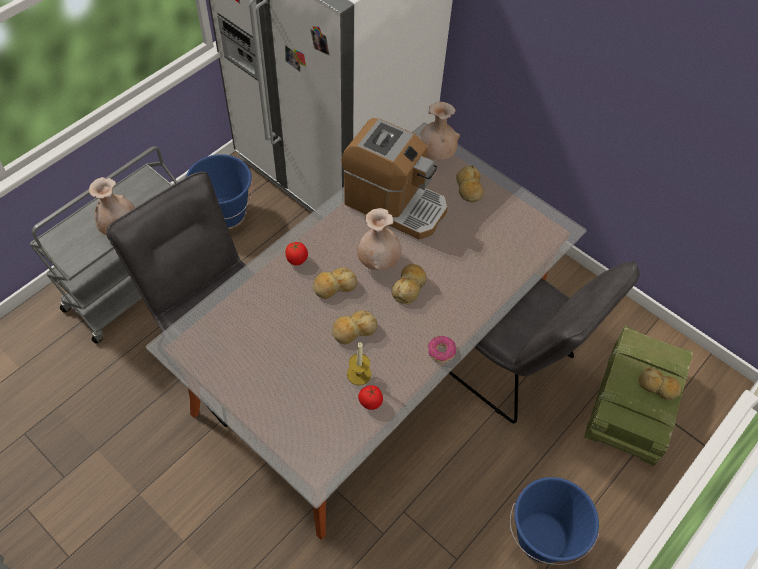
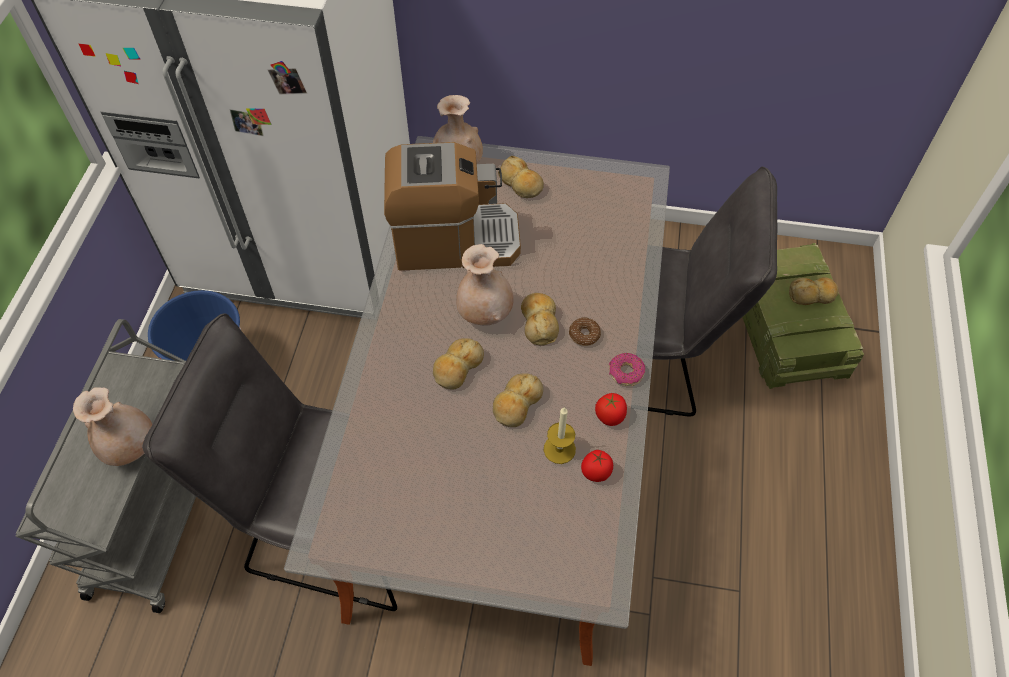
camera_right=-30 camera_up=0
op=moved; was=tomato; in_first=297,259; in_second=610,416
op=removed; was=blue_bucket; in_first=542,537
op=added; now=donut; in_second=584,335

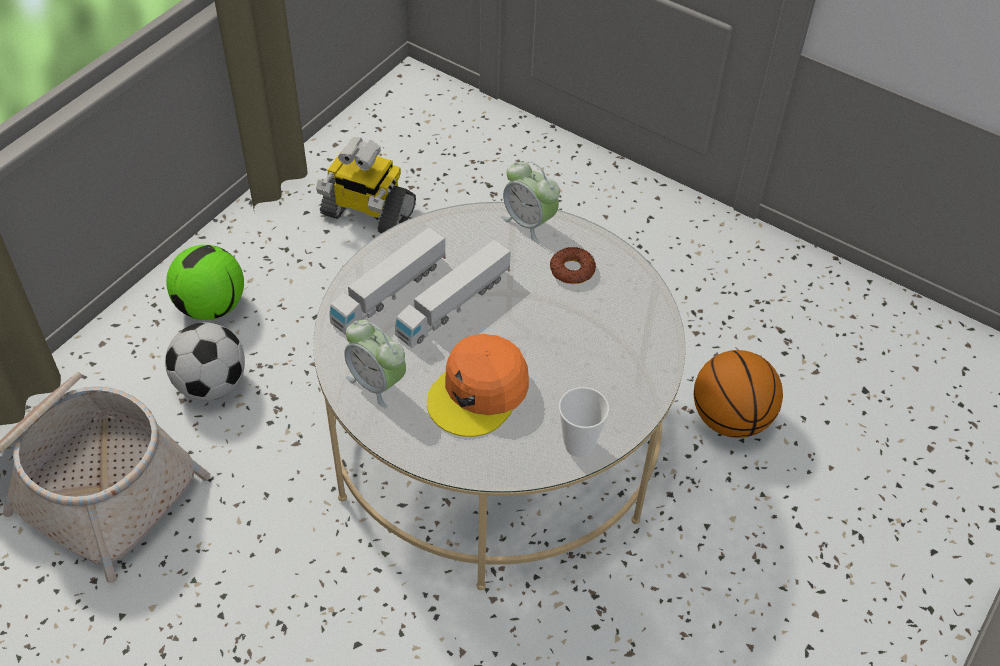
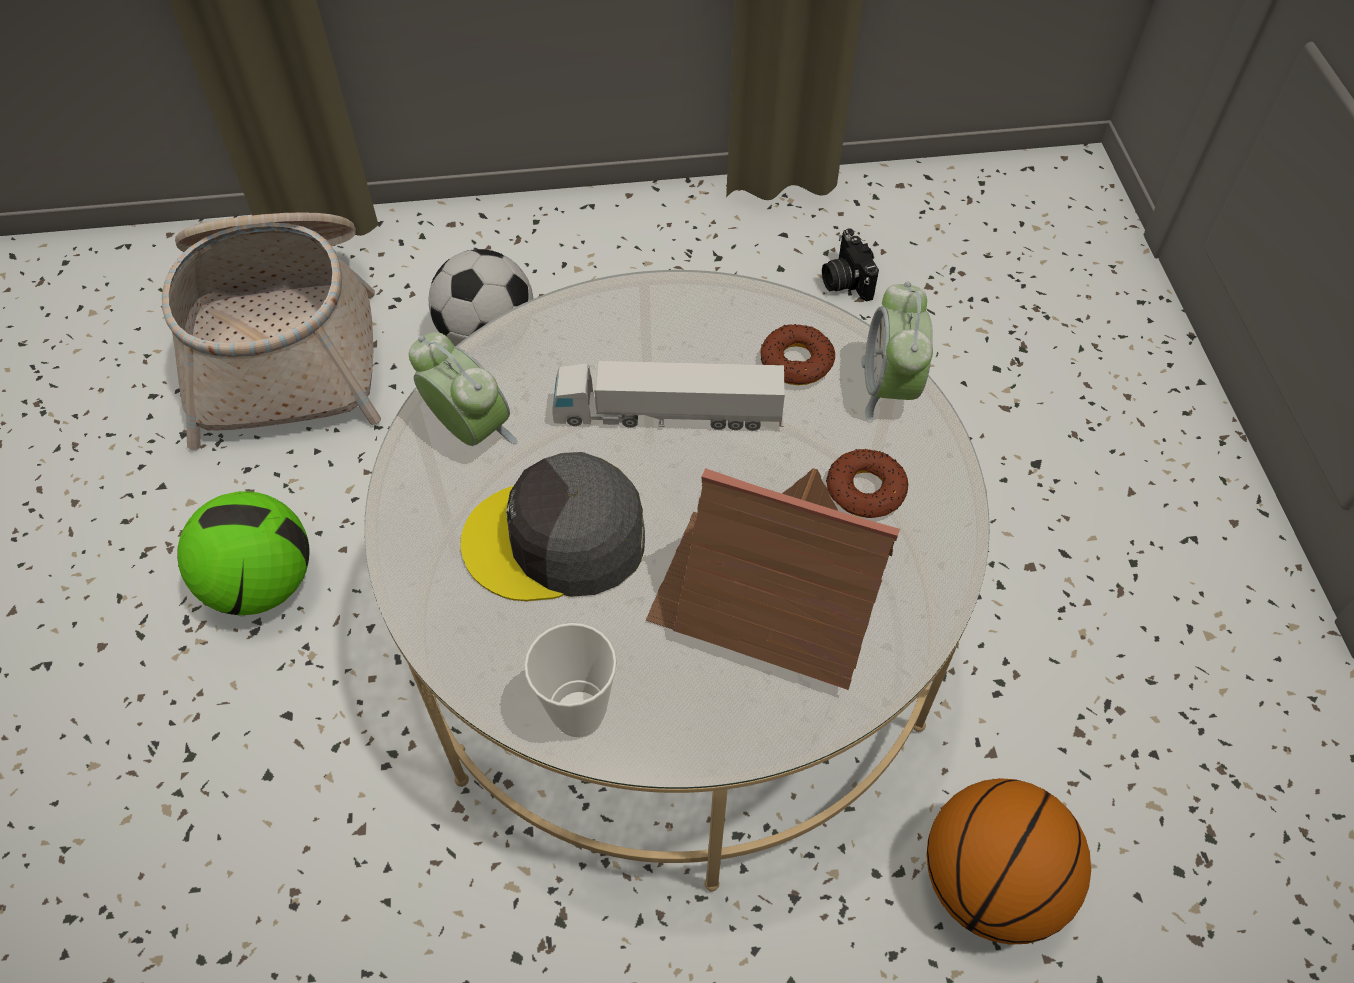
camera_right=50 camera_up=5
op=replaced; was=toy_robot; now=photo_camera; in_first=367,213; in_second=845,280
op=removed; was=toy_truck; in_first=389,292
op=moved; was=football; in_first=211,306; in_second=263,584
op=turned; was=alarm_clock; in_first=377,383; in_second=470,431; clockwise=135
op=recoloured; was=orange_cap; now=grey_cap; in_first=479,392; in_second=557,539
op=added; now=donut; in_second=796,361
op=added; now=toy_house; in_second=770,598

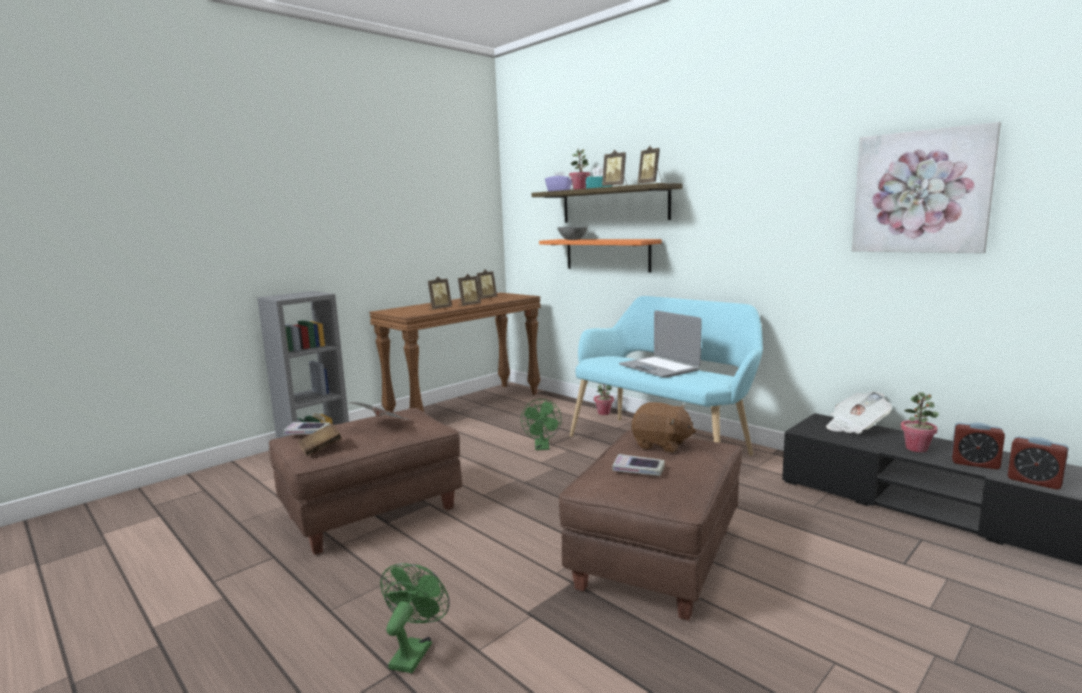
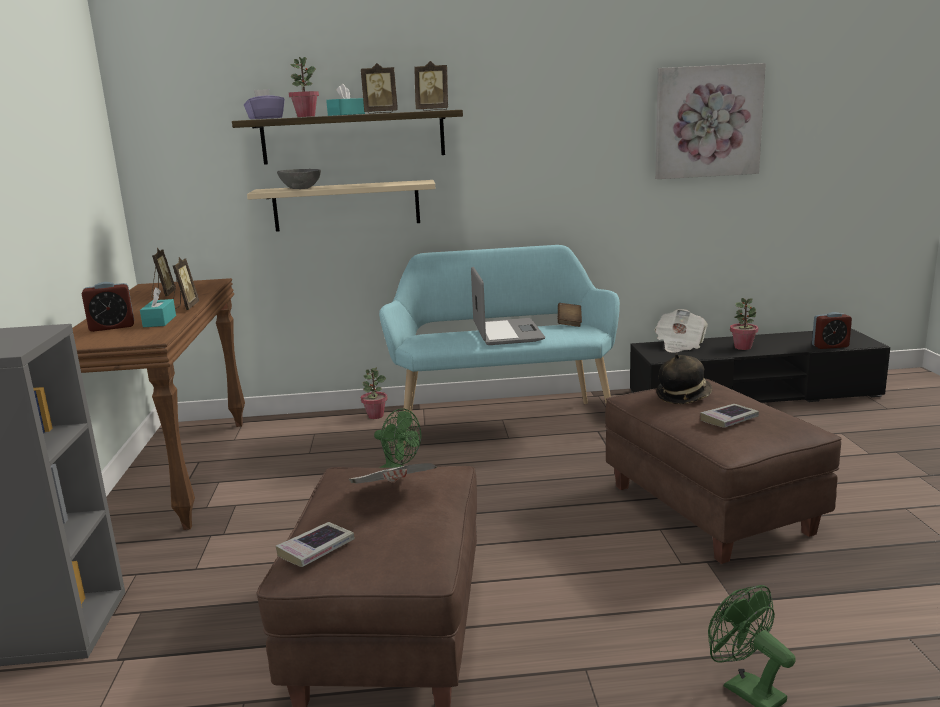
camera_right=-50 camera_up=5
op=recoloured; was=orange_shelf; now=beige_shelf; in_first=607,254; in_second=346,205
op=replaced; was=picture_frame; now=turquoise_tissue_box; in_first=439,309; in_second=159,321
op=turned; was=laptop; in_first=659,368; in_second=506,333; clockwise=-105
op=replaced; was=brown_plush_toy; now=hat; in_first=661,445; in_second=683,396
op=moved; was=alarm_clock; in_first=975,463; in_second=112,327
op=moved; was=brown_book; in_first=321,449; in_second=569,323

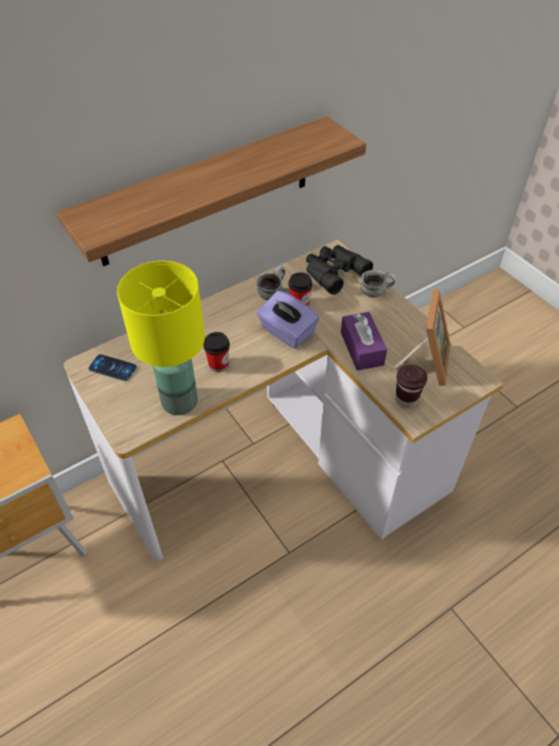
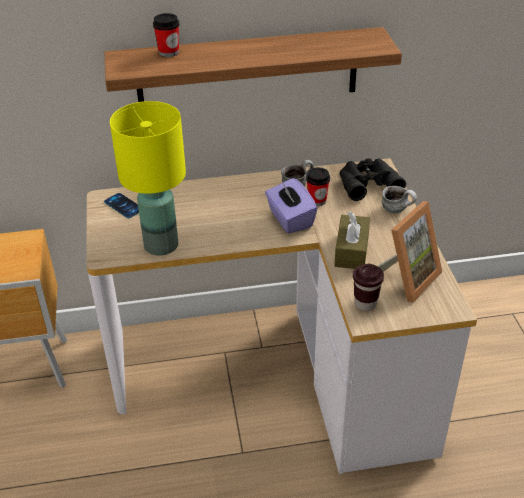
camera_right=25 camera_up=-10
op=recoloured; was=purple_tissue_box; now=brown_tissue_box; in_first=362,348; in_second=351,251
op=moved; was=cup; in_first=218,364; in_second=168,52

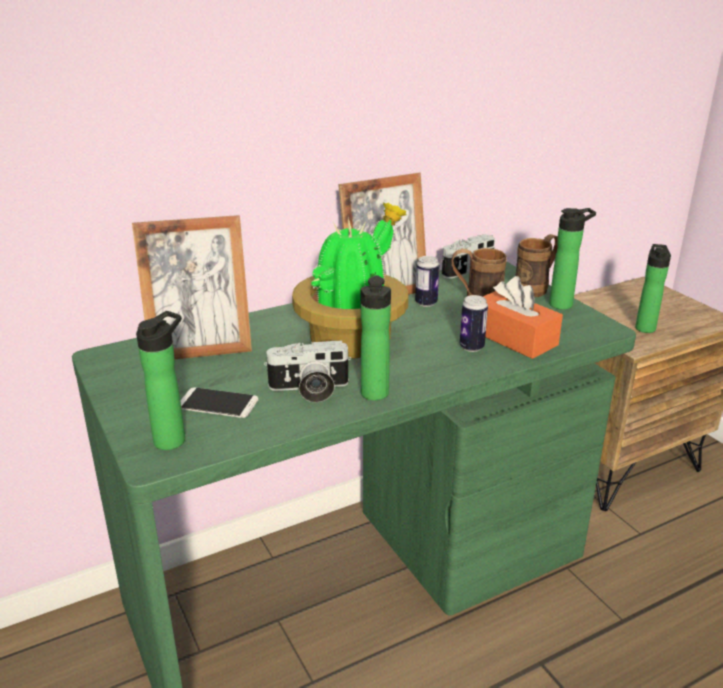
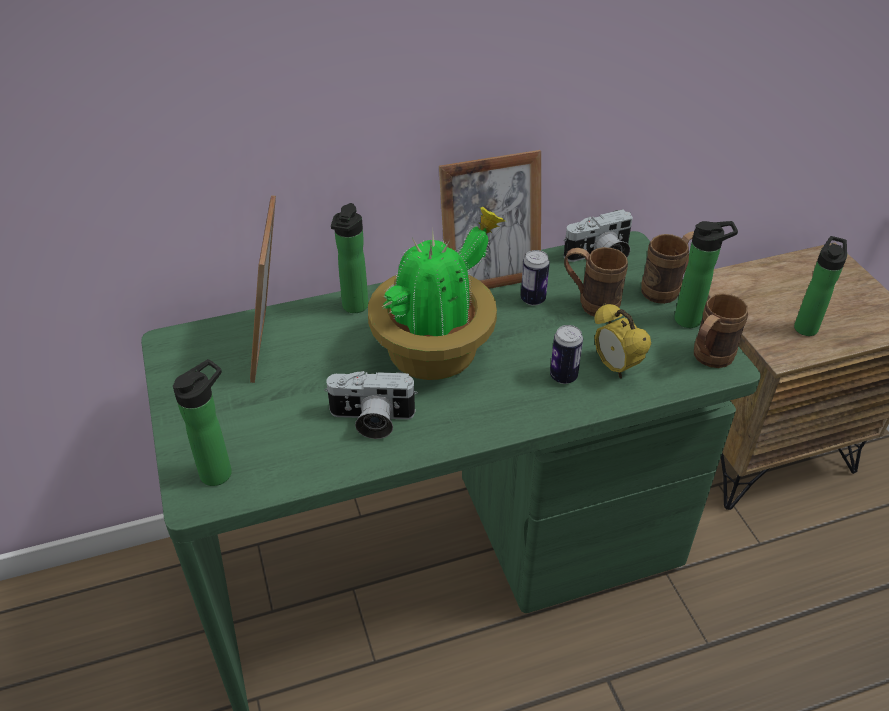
camera_right=10 camera_up=15
op=turned; was=picture_frame; in_first=201,350; in_second=272,345; clockwise=90
op=moved; was=bottle; in_first=374,396; in_second=354,308
op=replaced; was=orange_tissue_box; now=alarm_clock; in_first=513,338; in_second=615,367
op=removed; was=phone; in_first=218,404
op=added; now=brown_mug; in_second=707,360

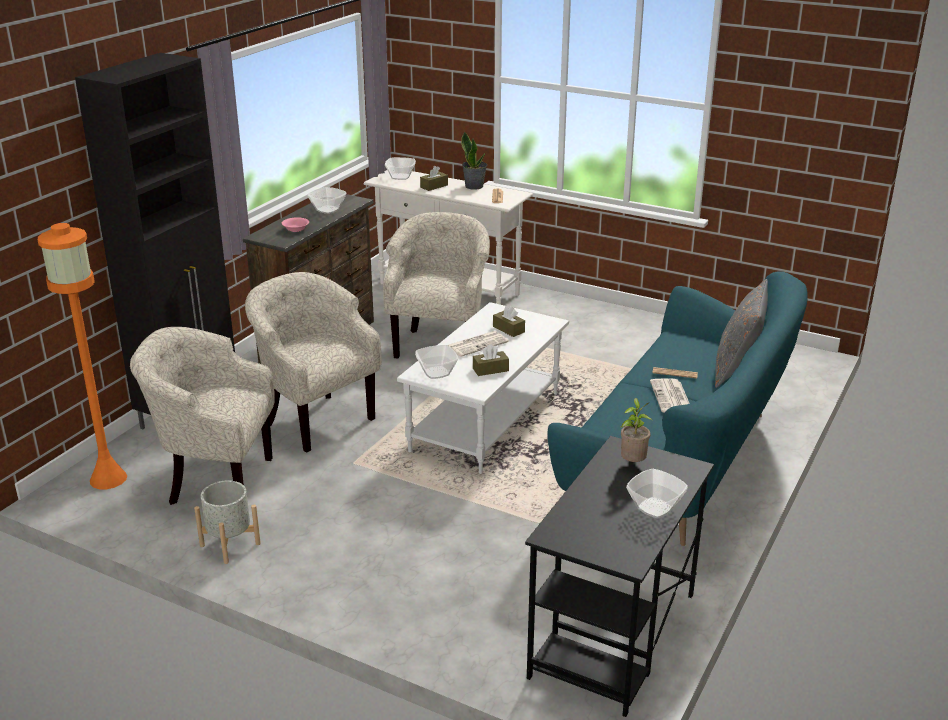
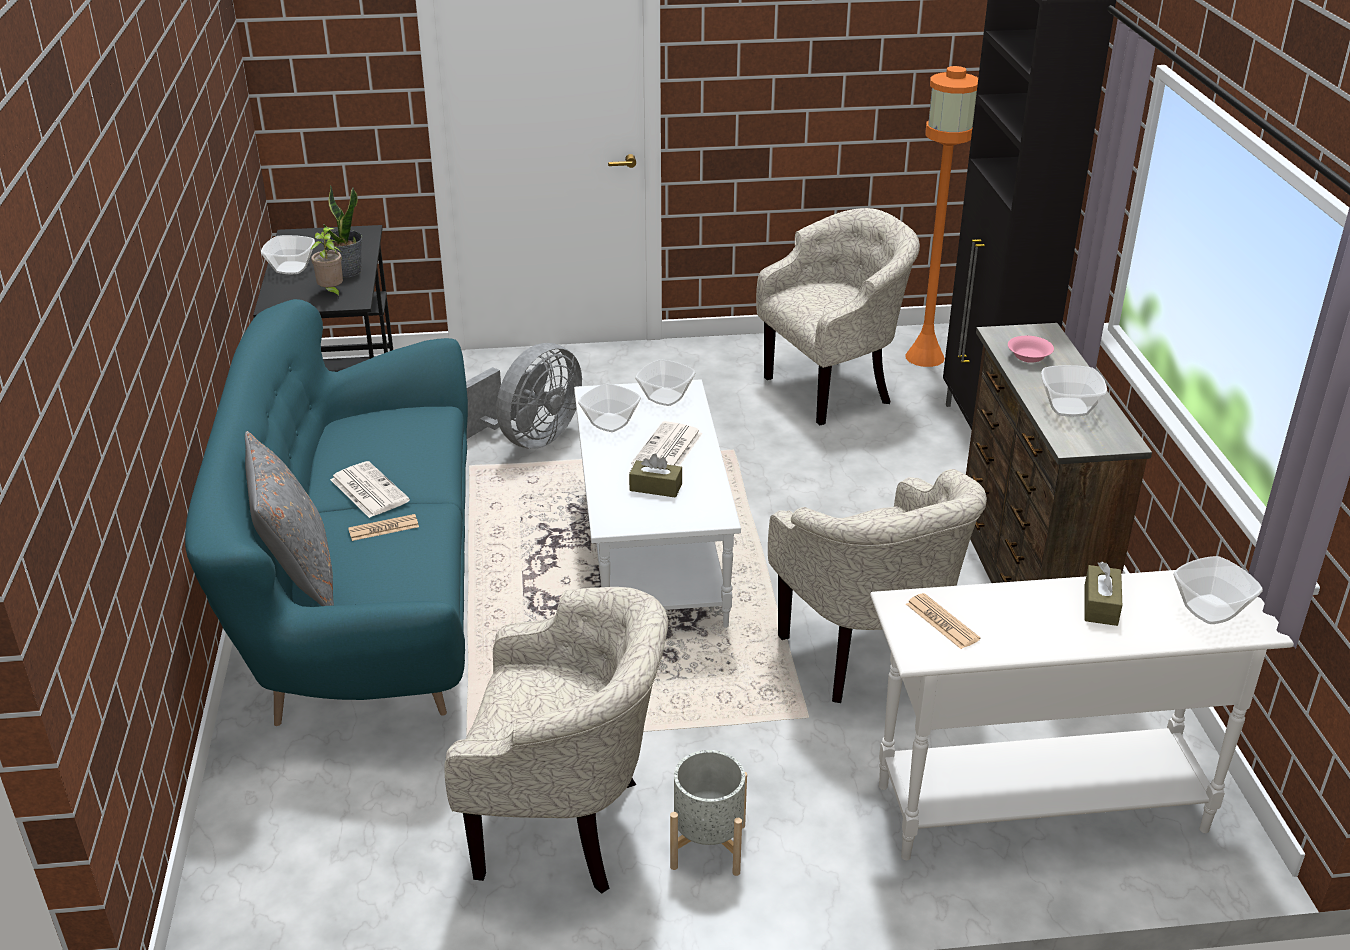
camera_right=145 camera_up=5
op=moved; was=potted_plant; in_first=474,186; in_second=346,271
op=moved; was=beige_armchair; in_first=315,420; in_second=569,827
op=replaced; was=brown_tissue_box; now=bowl; in_first=490,369; in_second=610,422
op=moved; was=grey_planter; in_first=230,544; in_second=708,846
op=added; now=grey_fan; in_second=529,439

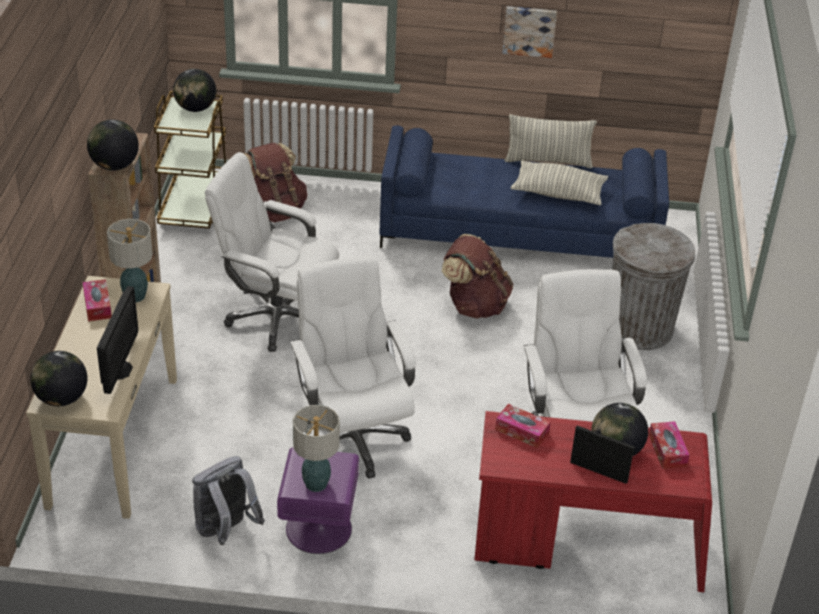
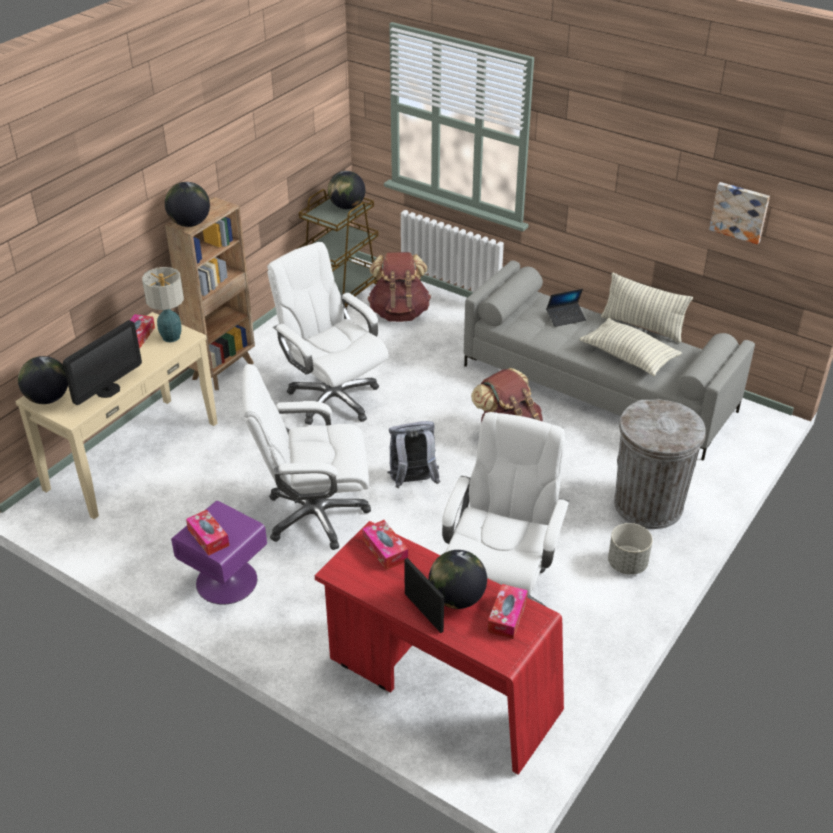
camera_right=30 camera_up=0
op=moved; was=picture; in_first=529,30; in_second=740,211
op=recoloured; was=blue_sofa; now=grey_sofa; in_first=520,233; in_second=599,388
op=turned; was=white_office_chair; in_first=352,437; in_second=314,515; clockwise=-105
op=replaced; was=table_lamp; now=tissue_box; in_first=315,484; in_second=208,537
op=moved; was=grey_backpack; in_first=225,531; in_second=412,482
op=added; now=laptop; in_second=565,317
op=added; now=grey_planter; in_second=627,563

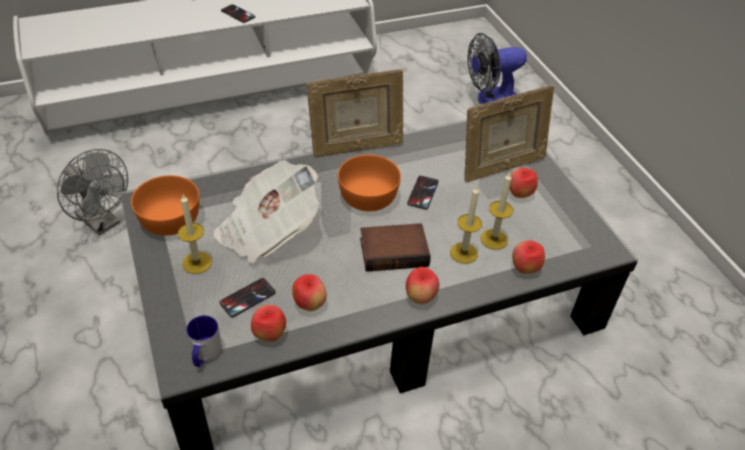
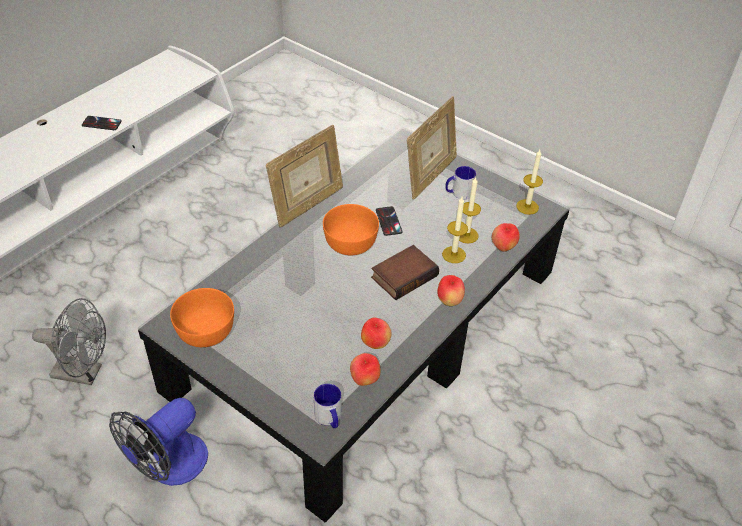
camera_right=-30 camera_up=0
op=moved; was=fan; in_first=491,100; in_second=169,467
op=removed; was=newspaper; in_first=267,230
op=replaced; was=apple; now=mug; in_first=519,194; in_second=458,193
op=moved; was=candle; in_first=197,262; in_second=527,207
op=removed; was=phone; in_first=247,297

